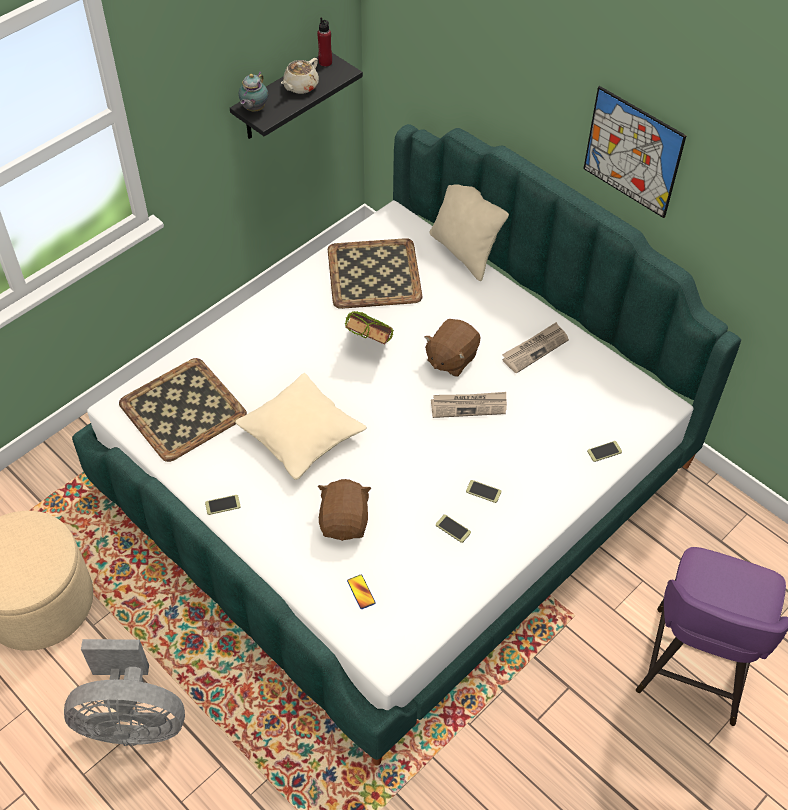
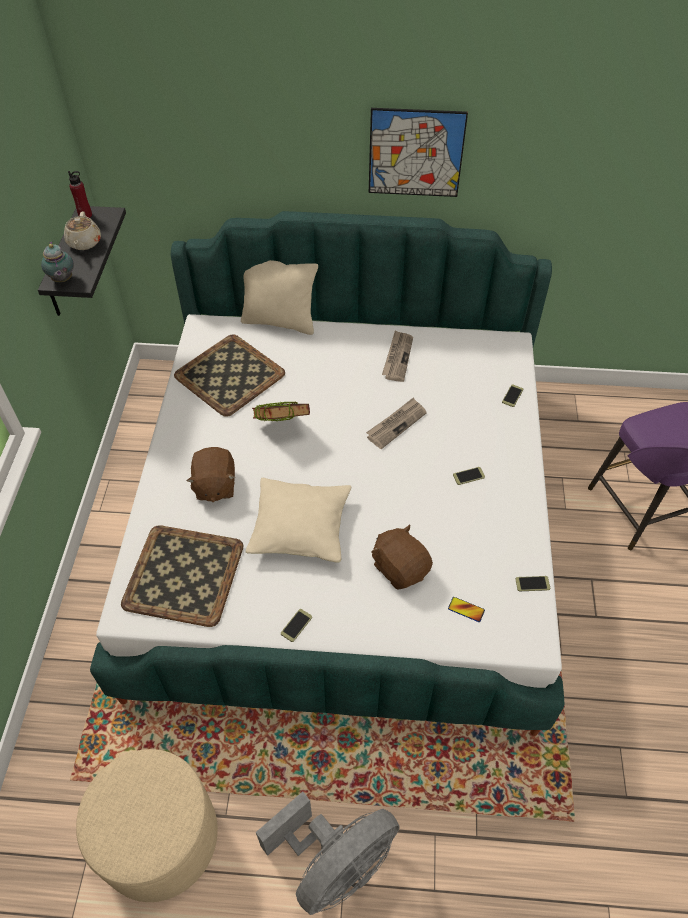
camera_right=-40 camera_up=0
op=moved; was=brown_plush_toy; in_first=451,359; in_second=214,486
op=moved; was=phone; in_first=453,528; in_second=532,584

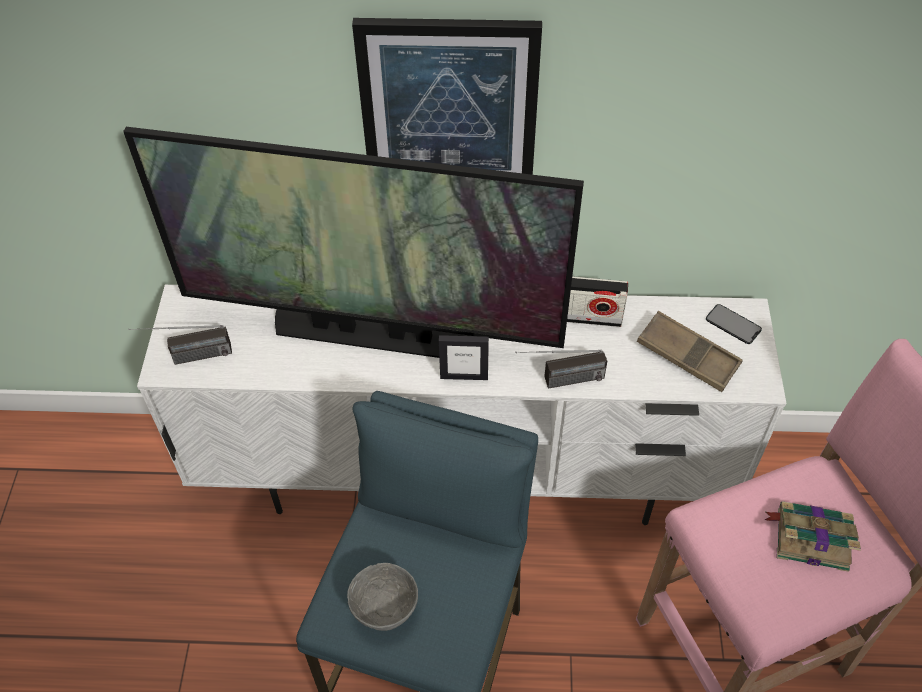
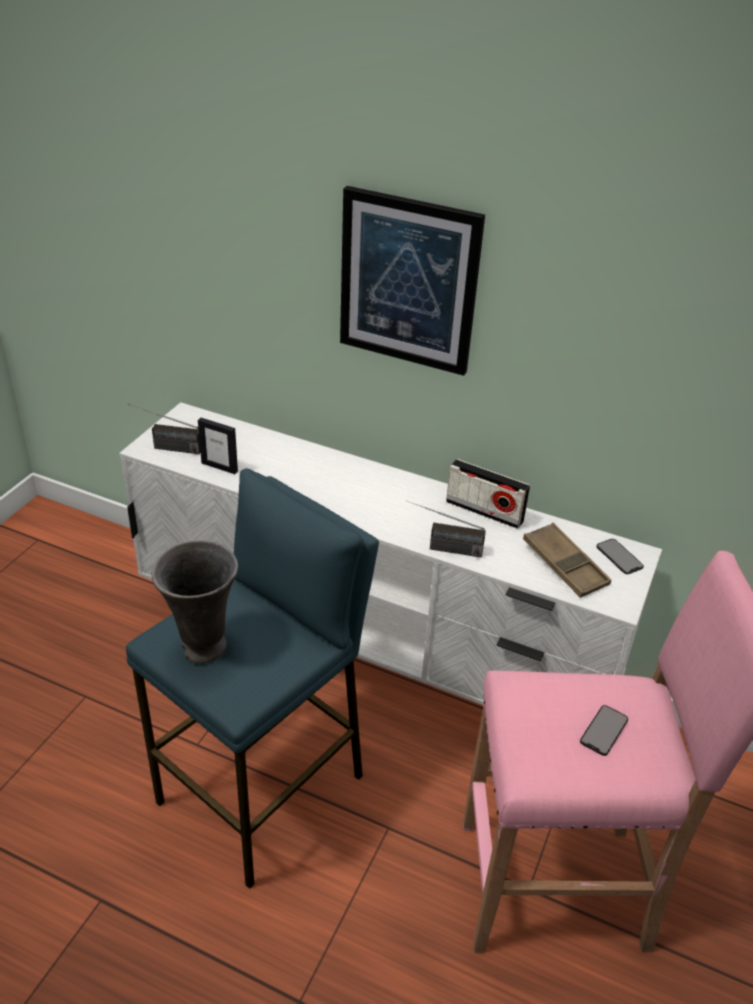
camera_right=20 camera_up=-15
op=removed; was=television; in_first=372,331
op=moved; was=picture_frame; in_first=464,376; in_second=219,467
op=replaced; was=book; now=phone; in_first=810,537; in_second=604,730
op=replaced; was=grey_bowl; now=grey_vase; in_first=385,612; in_second=203,648

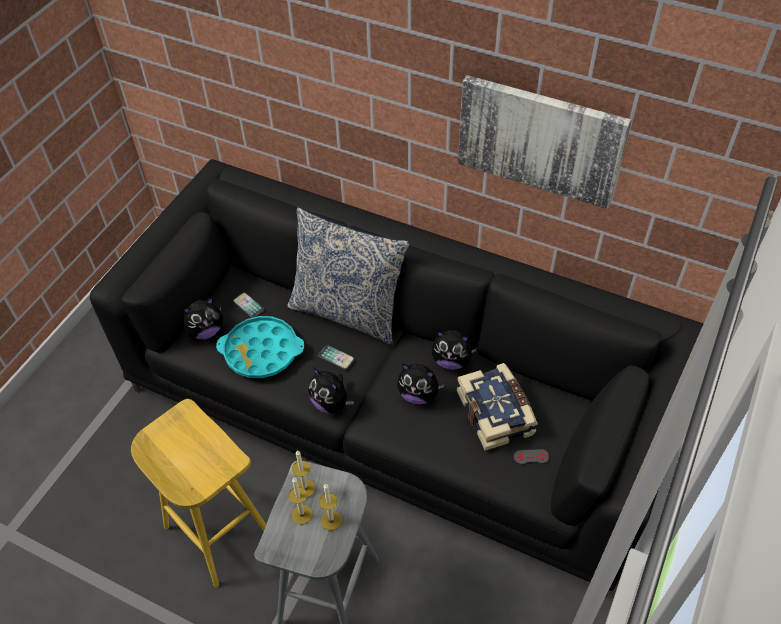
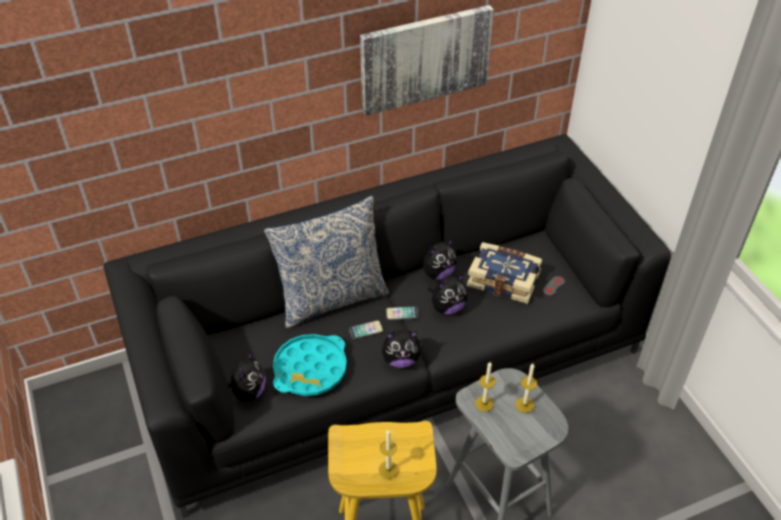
camera_right=-50 camera_up=-5
op=moved; was=phone; in_first=248,305; in_second=402,313
op=moved; was=candle; in_first=302,514; in_second=388,469

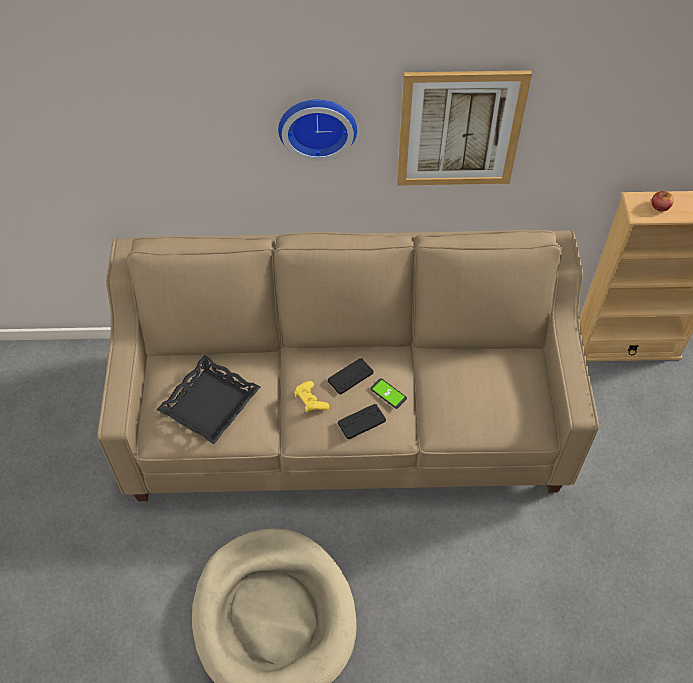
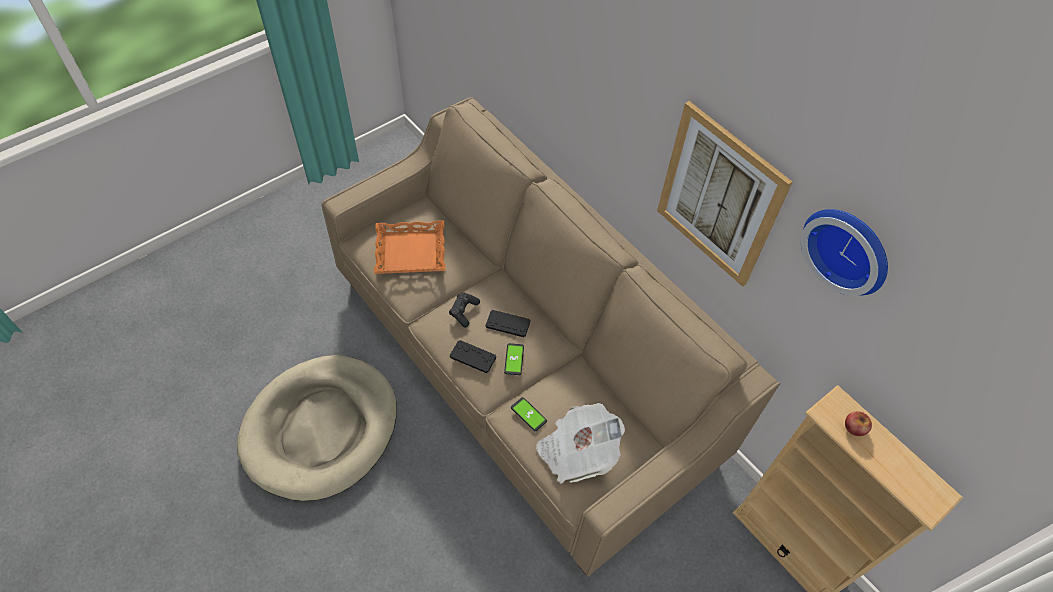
camera_right=50 camera_up=0
op=moved; was=wall_clock; in_first=317,125; in_second=849,248
op=recoloured; was=black_tray; now=orange_tray; in_first=209,403; in_second=410,251
op=recoloured; was=yellow_game_controller; now=black_game_controller; in_first=310,401; in_second=464,312
op=added; now=phone; in_second=528,414
op=added; now=newspaper; in_second=577,451

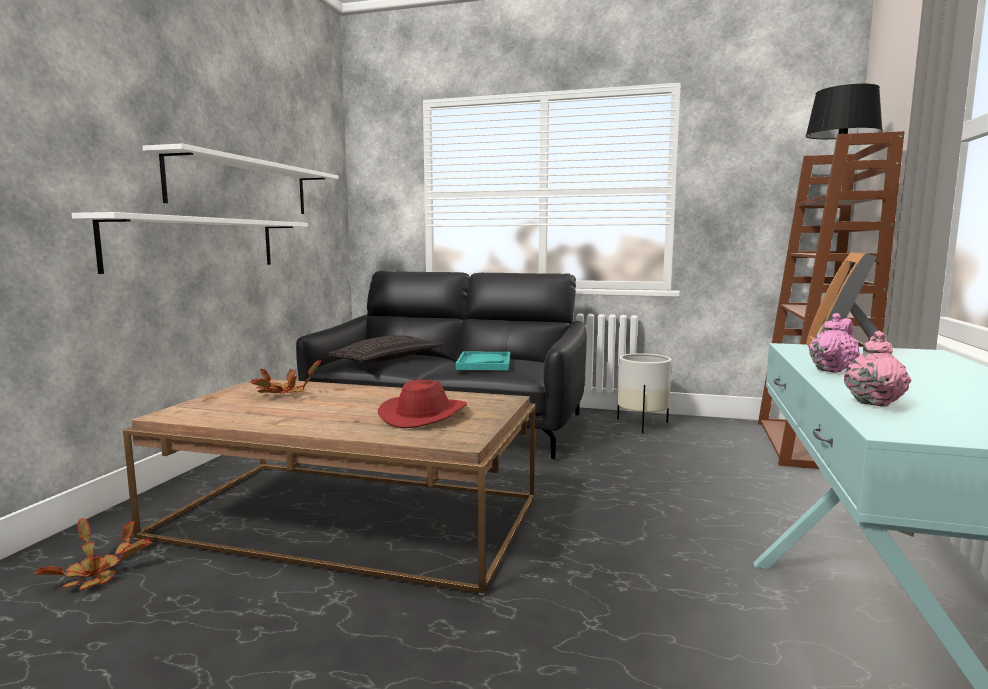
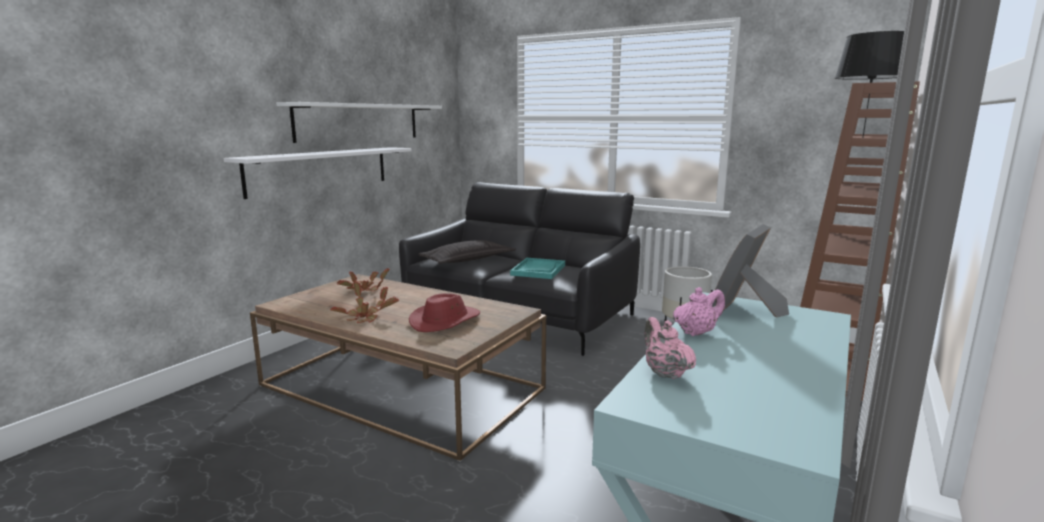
camera_right=15 camera_up=5
op=turned; was=pink_teapot; in_first=873,402; in_second=665,373; clockwise=-60
op=moved; was=potted_plant; in_first=96,574; in_second=365,317

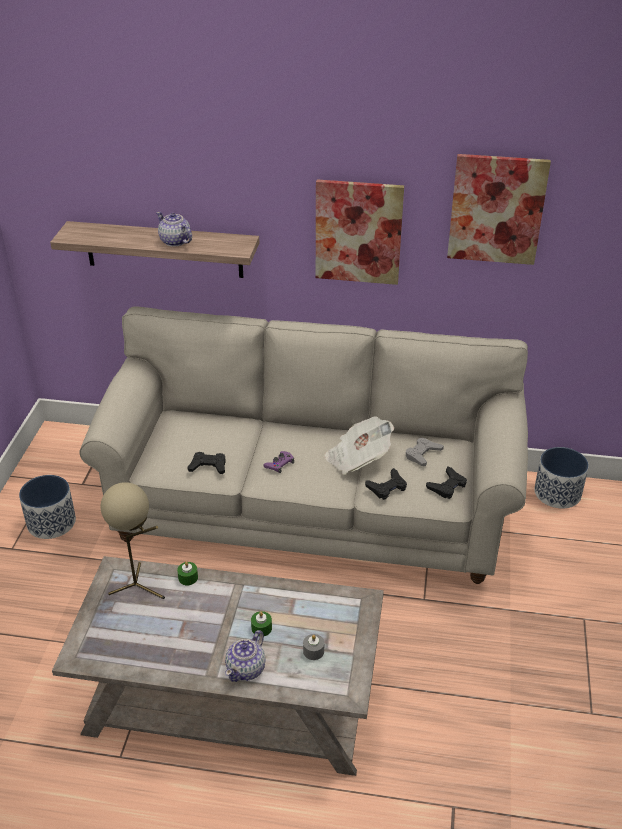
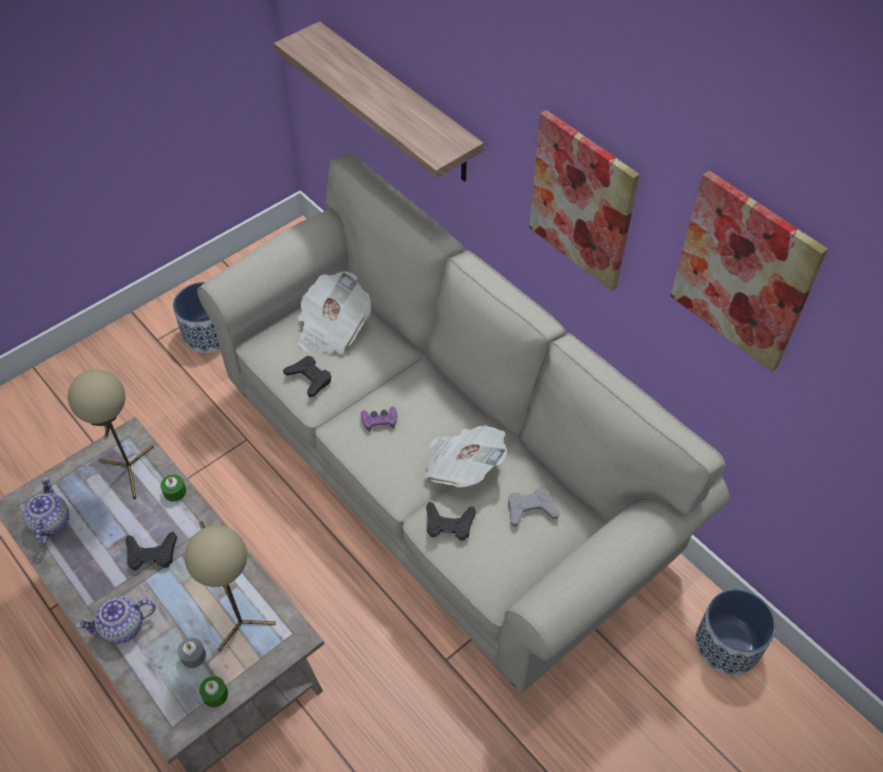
camera_right=40 camera_up=15
op=moved; was=teapot; in_first=175,241; in_second=50,522
op=moved; was=black_game_controller; in_first=447,486; in_second=151,554
op=moved; was=green_candle; in_first=261,628; in_second=215,694
op=added; now=newspaper; in_second=332,328
op=added; now=beige_table_lamp; in_second=238,617

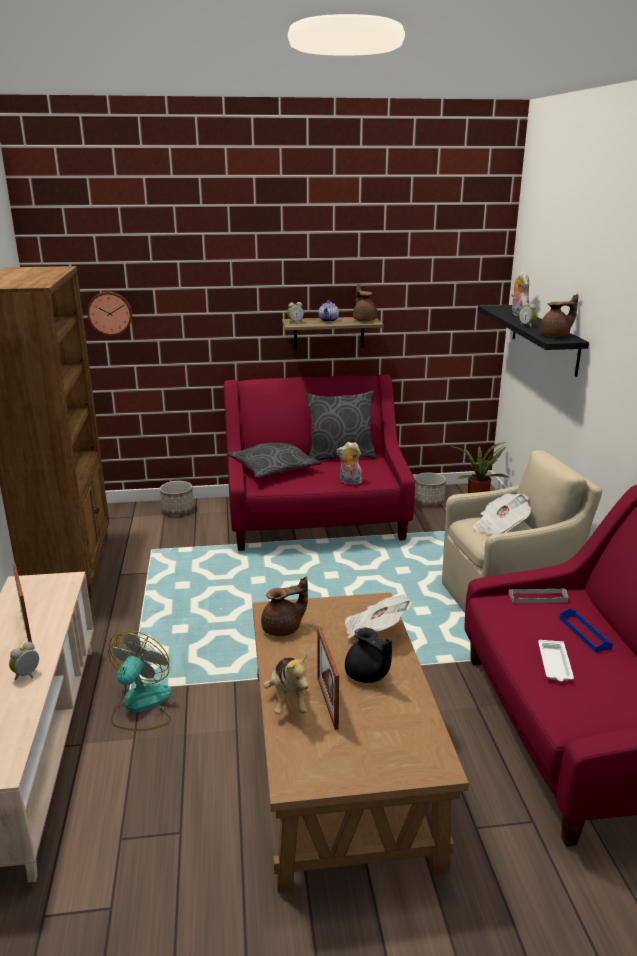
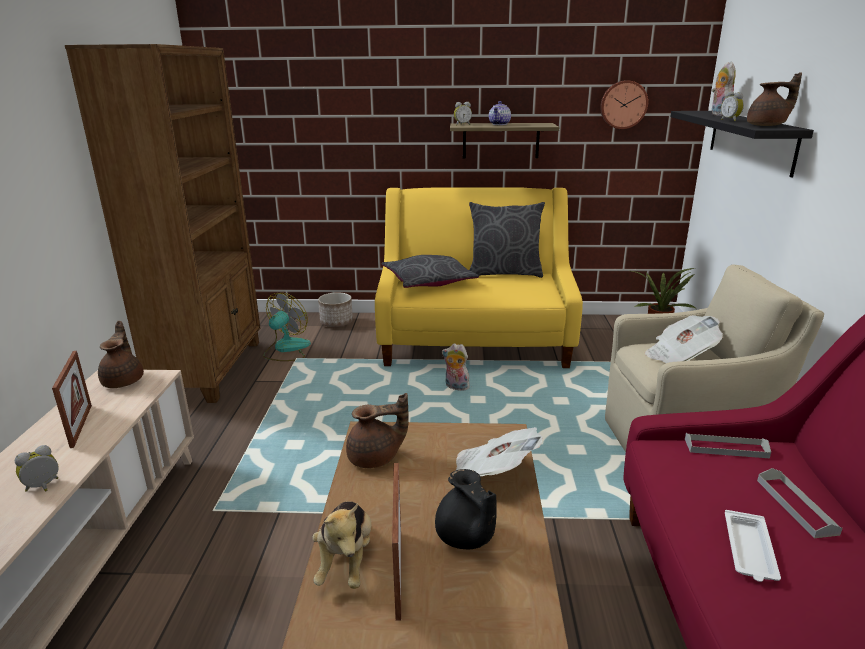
camera_right=10 camera_up=0
op=moved; was=brown_teapot; in_first=364,320; in_second=124,380
op=moved; was=wall_clock; in_first=110,313; in_second=623,104
op=recoloured; was=red_sofa; now=yellow_sofa; in_first=315,521; in_second=474,342
op=moved; was=plush_toy; in_first=349,482; in_second=455,387
op=removed; was=planter; in_first=428,501
op=recoloured; was=blue_tray; now=grey_tray; in_first=584,633; in_second=796,506
op=moved; was=fan; in_first=141,706; in_second=286,349

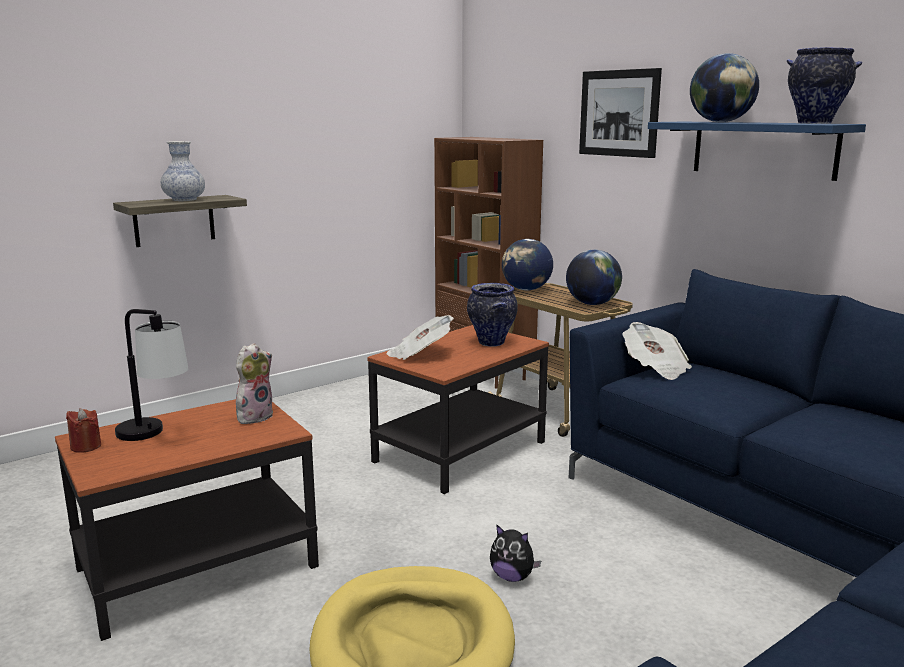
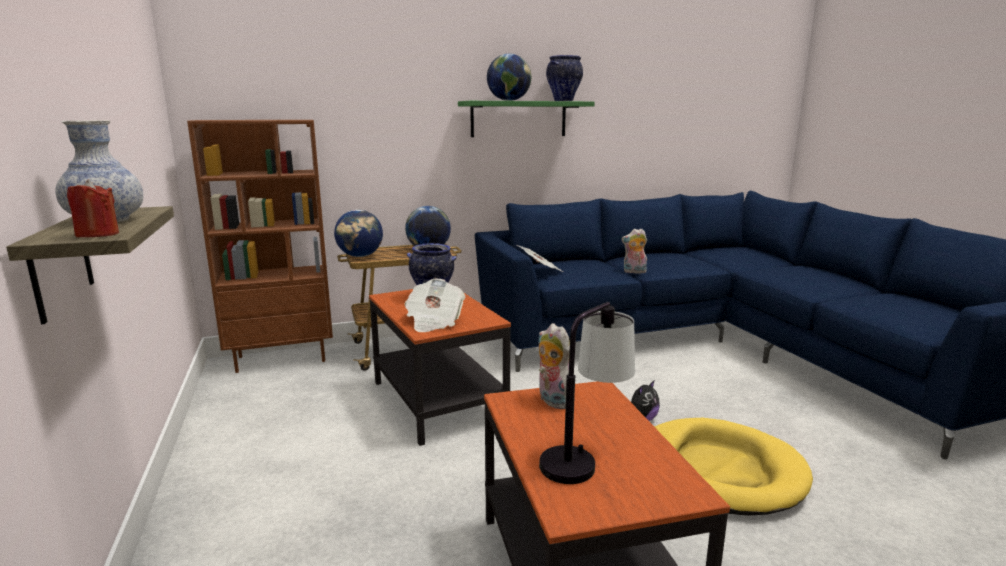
camera_right=-70 camera_up=0
op=removed; was=picture; in_first=619,113
op=recoloured; was=blue_shelf; now=green_shelf; in_first=763,149; in_second=519,119
op=moved; was=red_candle; in_first=86,446; in_second=97,234
op=added; now=plush_toy; in_second=634,272

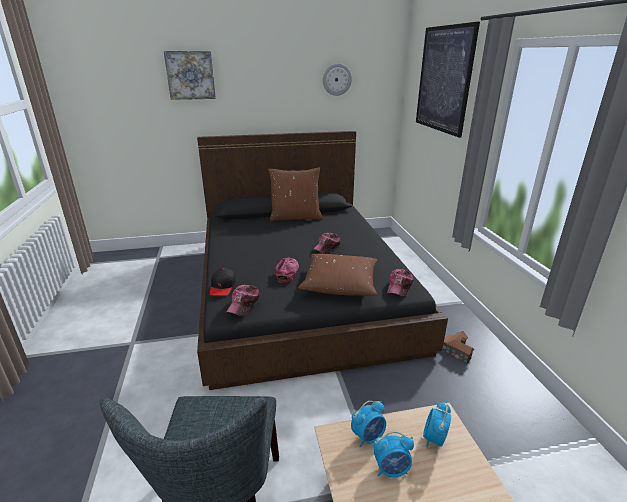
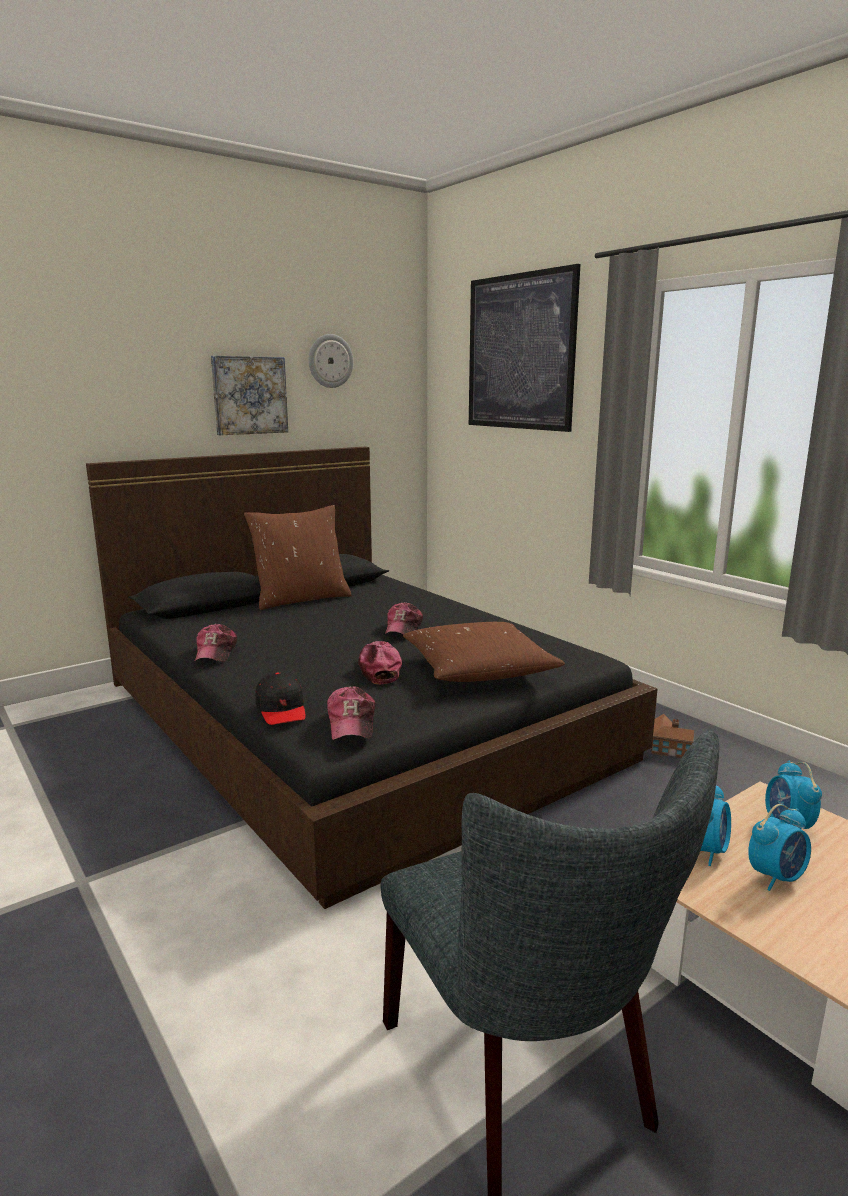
camera_right=-25 camera_up=-10
op=moved; was=picture; in_first=190,75; in_second=249,395
op=moved; was=cap; in_first=399,287; in_second=216,653

